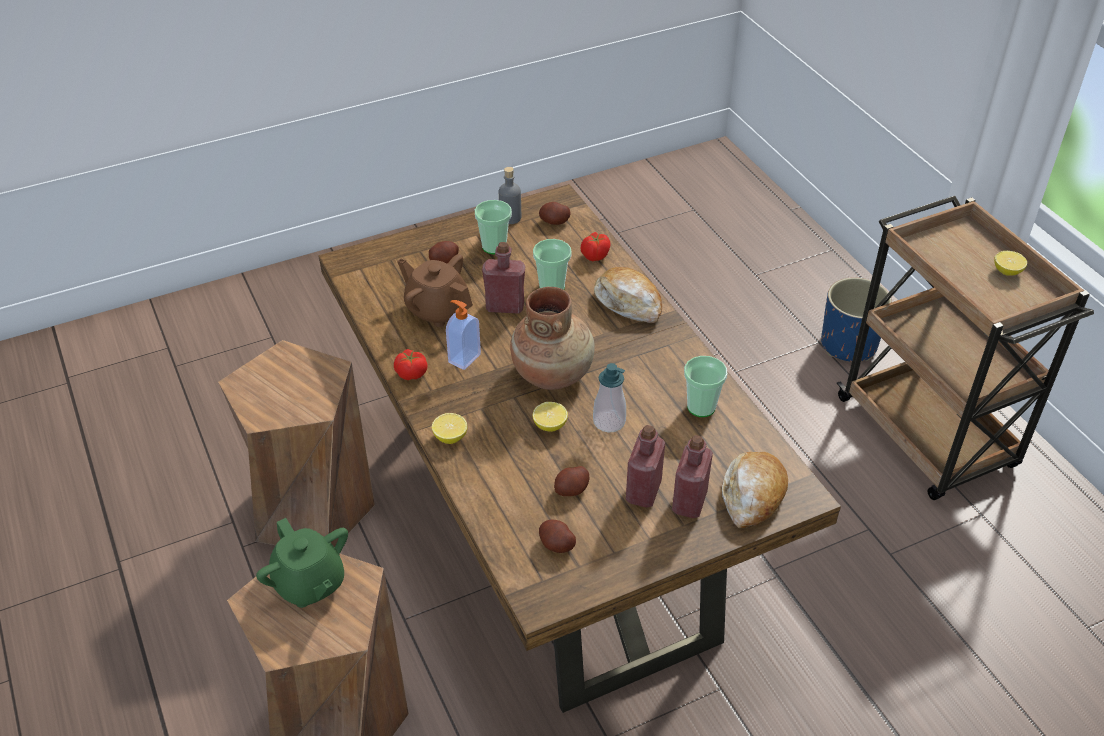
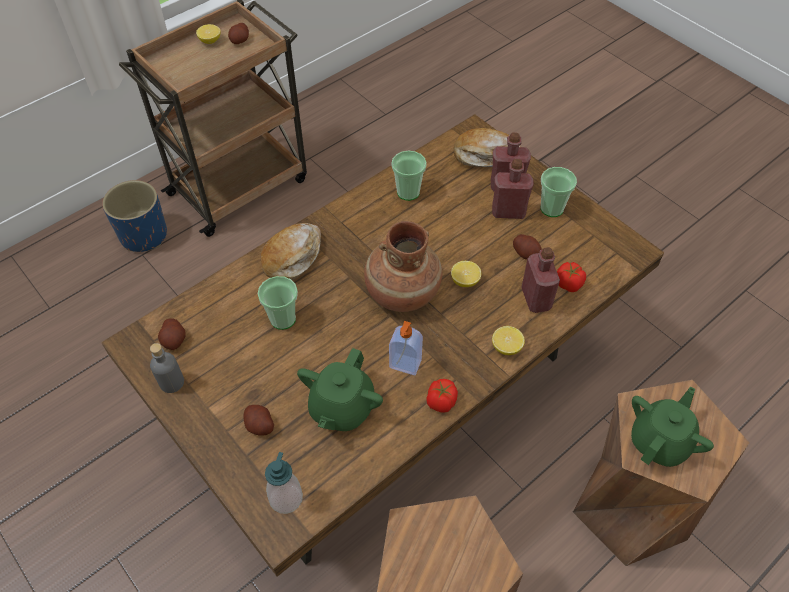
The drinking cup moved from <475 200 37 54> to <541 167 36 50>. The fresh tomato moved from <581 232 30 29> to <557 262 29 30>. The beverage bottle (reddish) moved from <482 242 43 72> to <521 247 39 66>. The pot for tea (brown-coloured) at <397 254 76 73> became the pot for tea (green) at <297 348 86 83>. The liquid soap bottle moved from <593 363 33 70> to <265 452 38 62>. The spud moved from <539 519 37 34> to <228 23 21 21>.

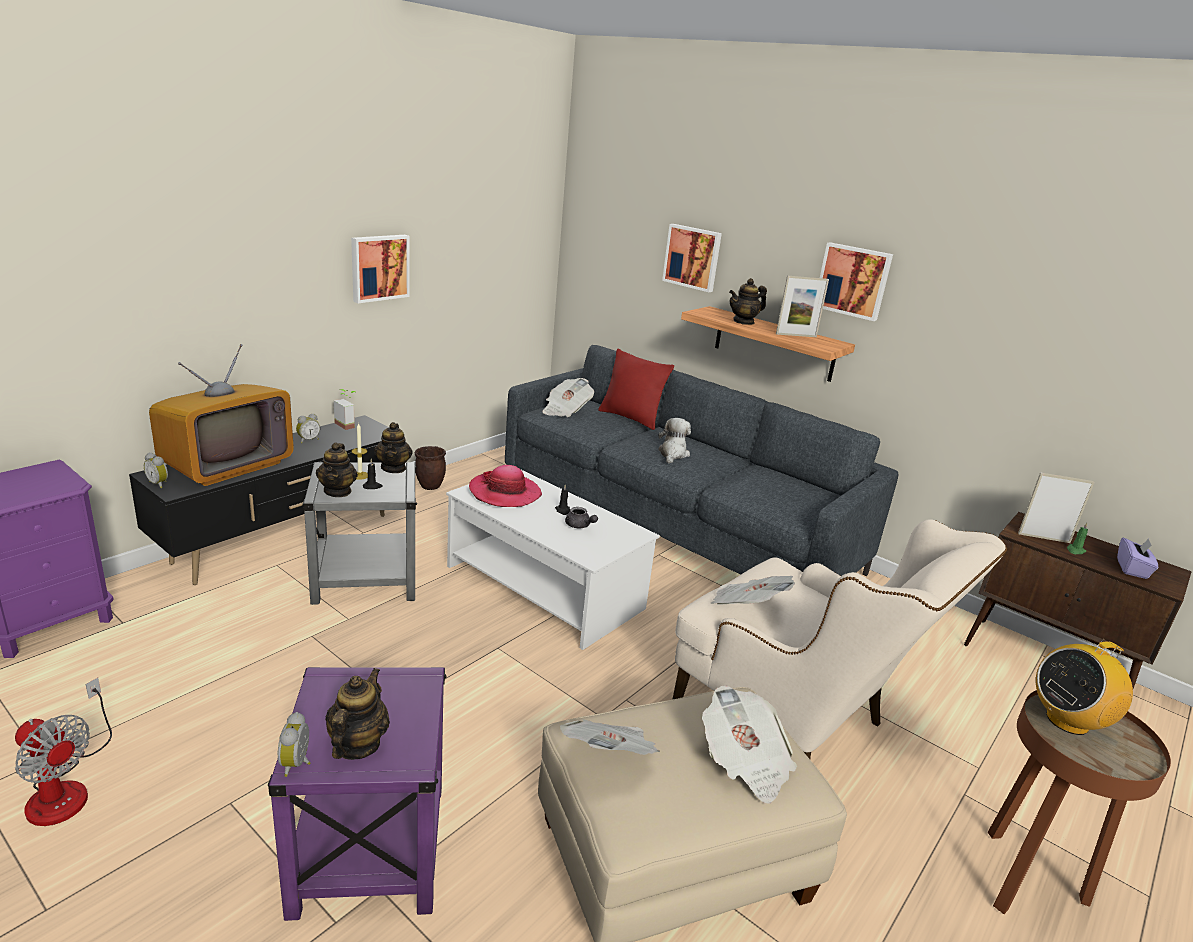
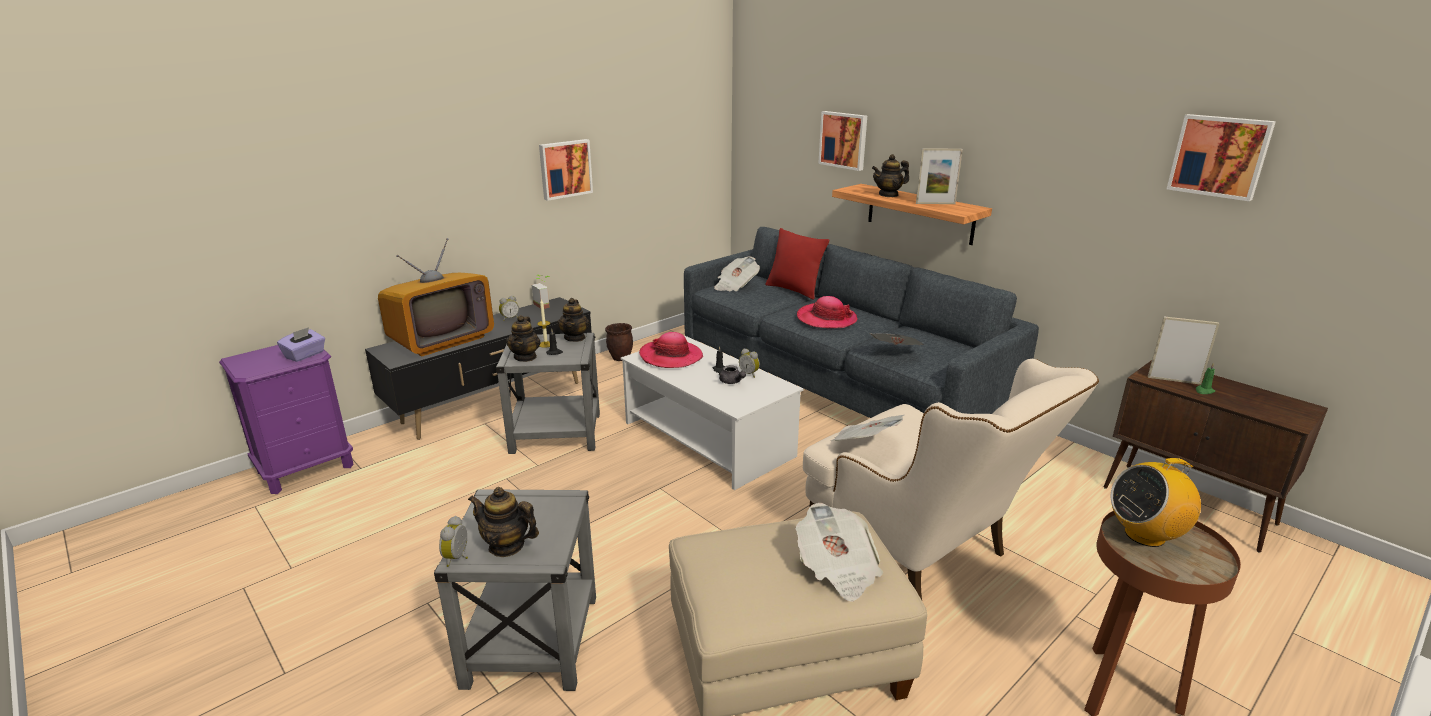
The wall picture moved from <820 242 73 79> to <1167 114 109 87>. The soft toy at <658 418 33 46> was replaced by the wearable hat at <797 296 61 32>. The alarm clock moved from <144 453 24 35> to <739 349 21 29>. The tissue holder (purple) moved from <1117 537 41 42> to <277 327 48 35>. The accent table (purple) at <268 667 179 254> became the accent table (gray) at <434 489 162 202>. The pot for tea at <325 668 65 92> turned 90 degrees counterclockwise. The fan at <15 678 97 148> disappeared. The printed paper moved from <560 719 100 36> to <868 333 56 12>.

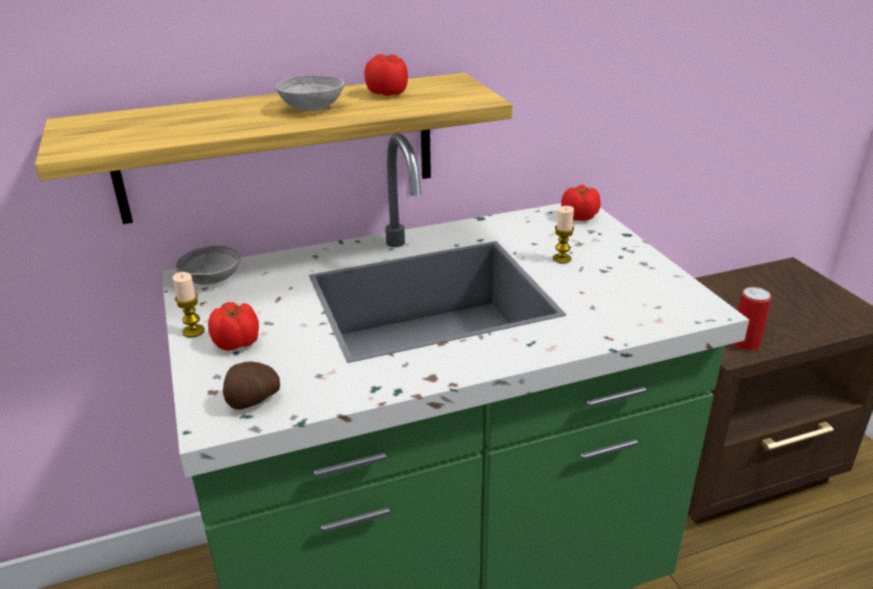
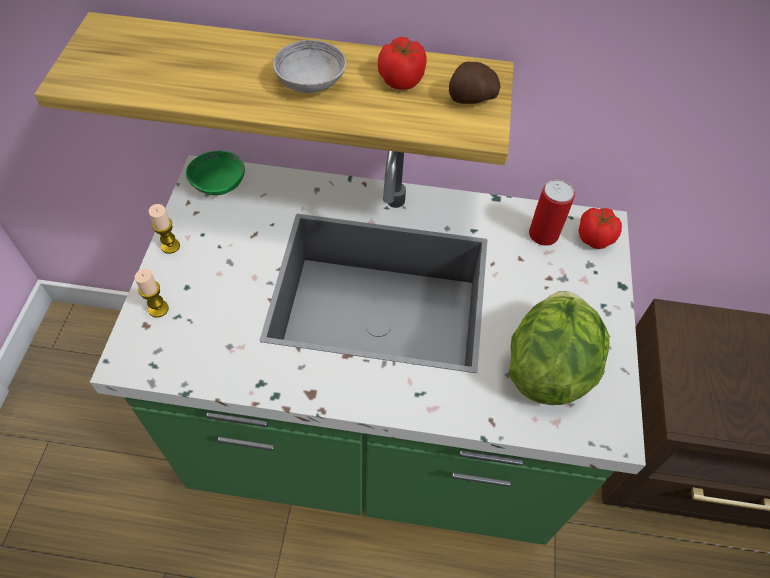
The candle moved from <553 206 21 57> to <134 269 35 49>. The serving bowl (gray) at <175 245 66 40> became the serving bowl (green) at <186 151 59 44>. The sealed can moved from <733 287 38 63> to <529 180 46 66>. The fresh tomato at <208 302 51 49> disappeared. The spud moved from <223 362 57 48> to <449 61 52 43>. The lettuce at <509 291 100 114> appeared.

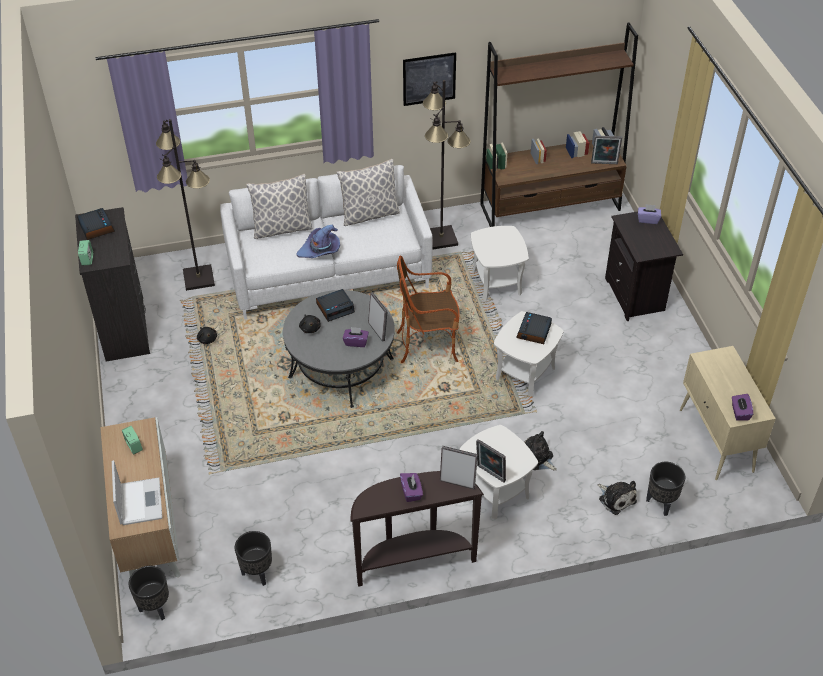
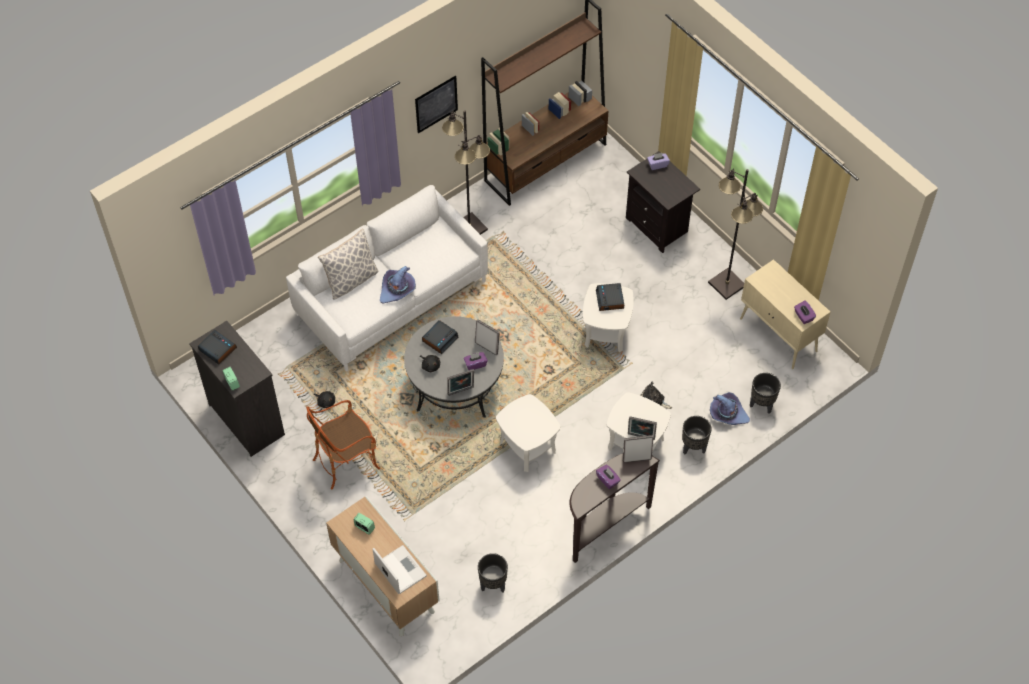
The standing lamp (blackish) moved from <156 119 59 172> to <708 168 55 132>. The standing frame moved from <591 136 31 28> to <447 369 27 27>. The throw pillow at <336 159 64 67> disappeared. The accent table (white-coloured) moved from <471 226 57 75> to <496 394 65 78>. The lounge chair moved from <397 255 63 108> to <306 400 74 90>. The soft toy at <597 481 40 34> was replaced by the wearable hat (purple) at <710 392 40 33>. The plant pot (blackish) moved from <129 566 40 54> to <682 416 30 38>.

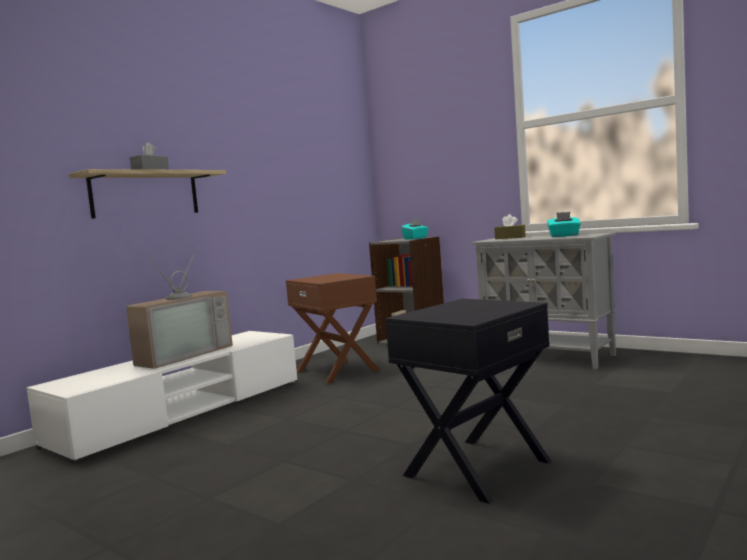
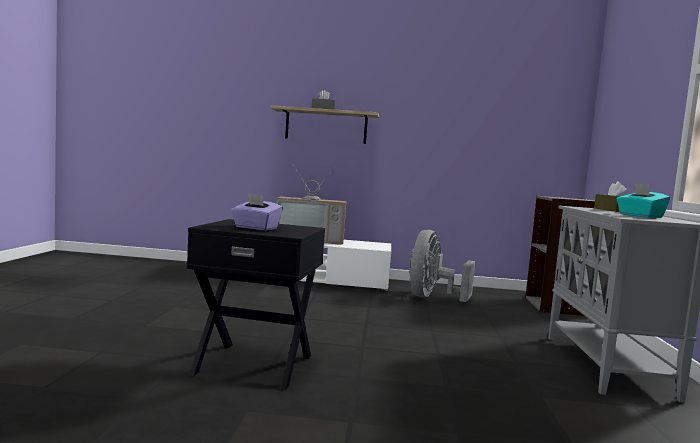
The tissue holder (turquoise-coloured) at <401 219 28 21> disappeared. The accent table (brown-coloured) at <286 273 94 111> was replaced by the fan (gray) at <409 230 66 72>. The tissue holder (purple) at <231 193 52 38> appeared.

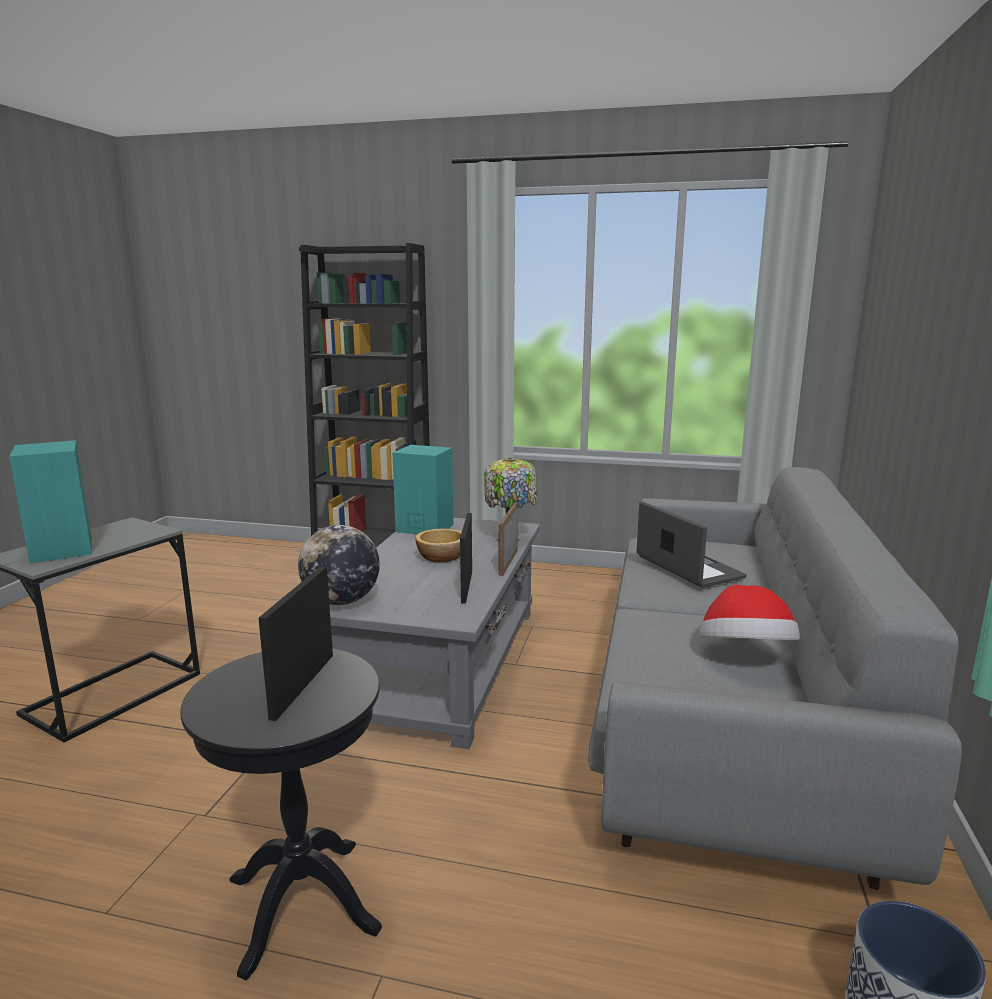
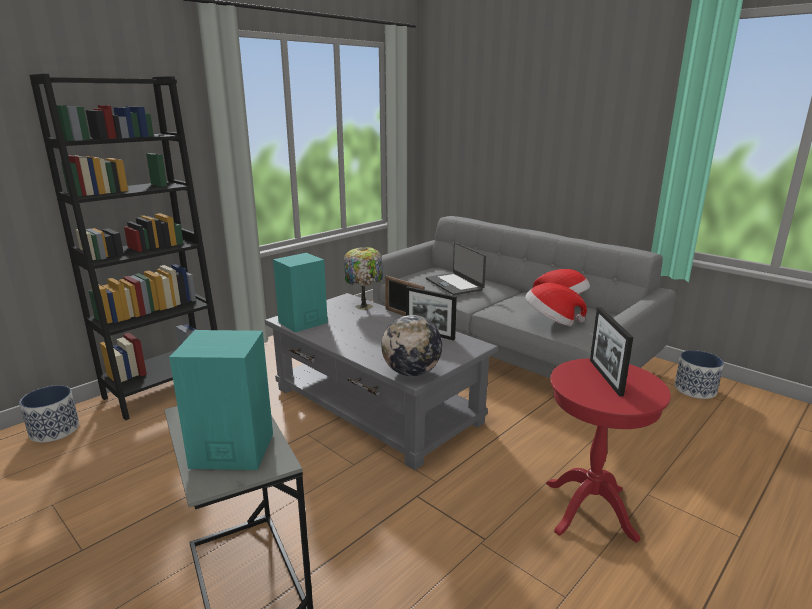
The portable computer at <637 501 110 87> turned 120 degrees counterclockwise. The serving bowl at <415 529 47 33> disappeared. The standing frame at <258 567 75 154> turned 45 degrees clockwise. The accent table (blackish) at <180 648 202 332> became the accent table (reddish) at <546 358 125 185>. The wearable hat at <525 283 62 43> appeared. The plant pot at <19 385 60 57> appeared.

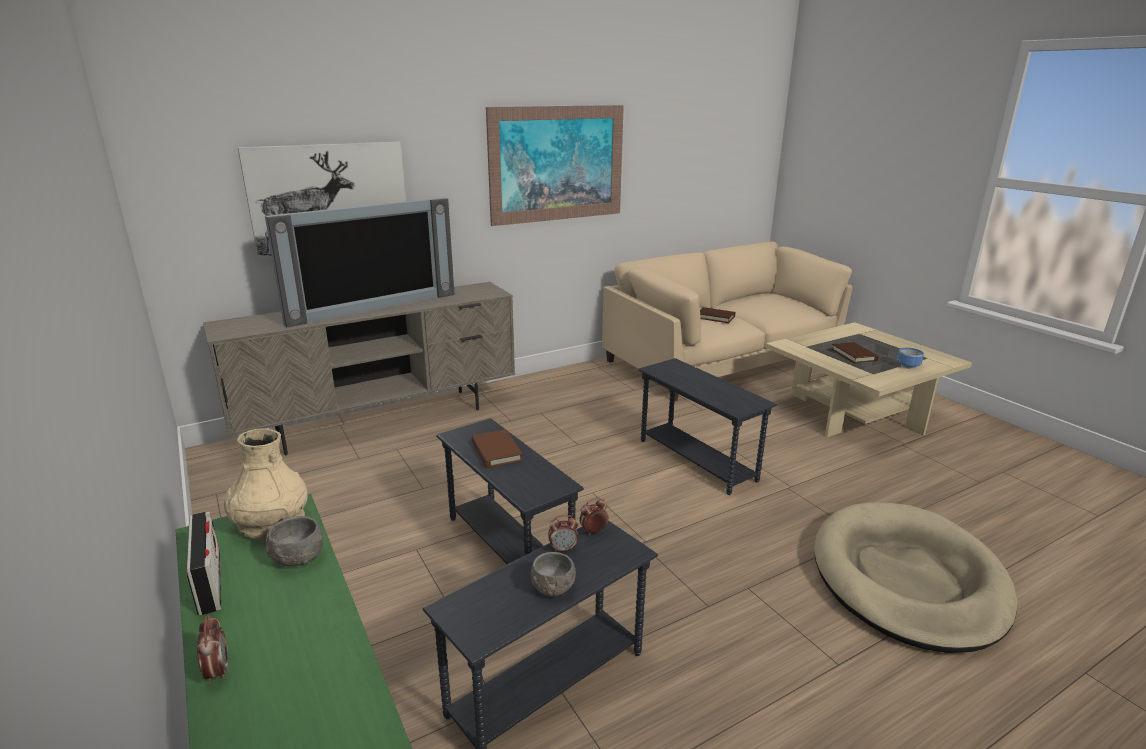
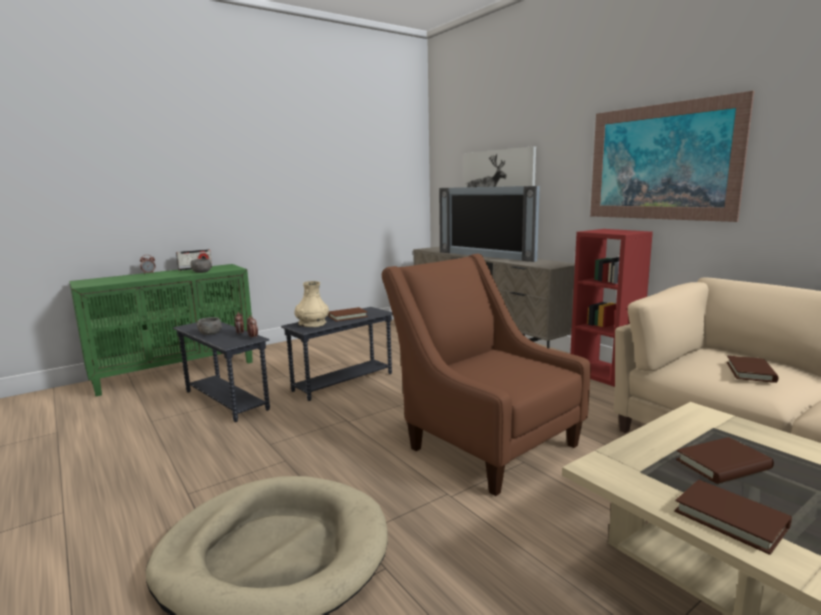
The serving bowl at <897 347 27 22> was replaced by the bound book (brown-coloured) at <674 480 118 75>. The accent table (gray) at <638 358 139 137> was replaced by the lounge chair (brown-coloured) at <381 254 210 242>. The vase (beige-coloured) moved from <224 429 84 110> to <295 281 34 46>. The bookcase (reddish) at <570 229 83 158> appeared.

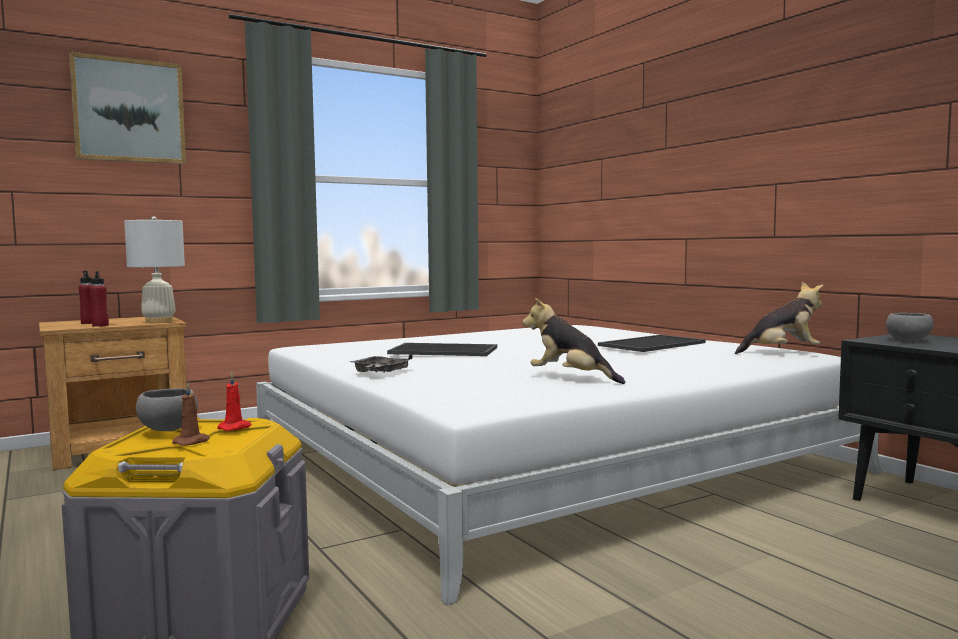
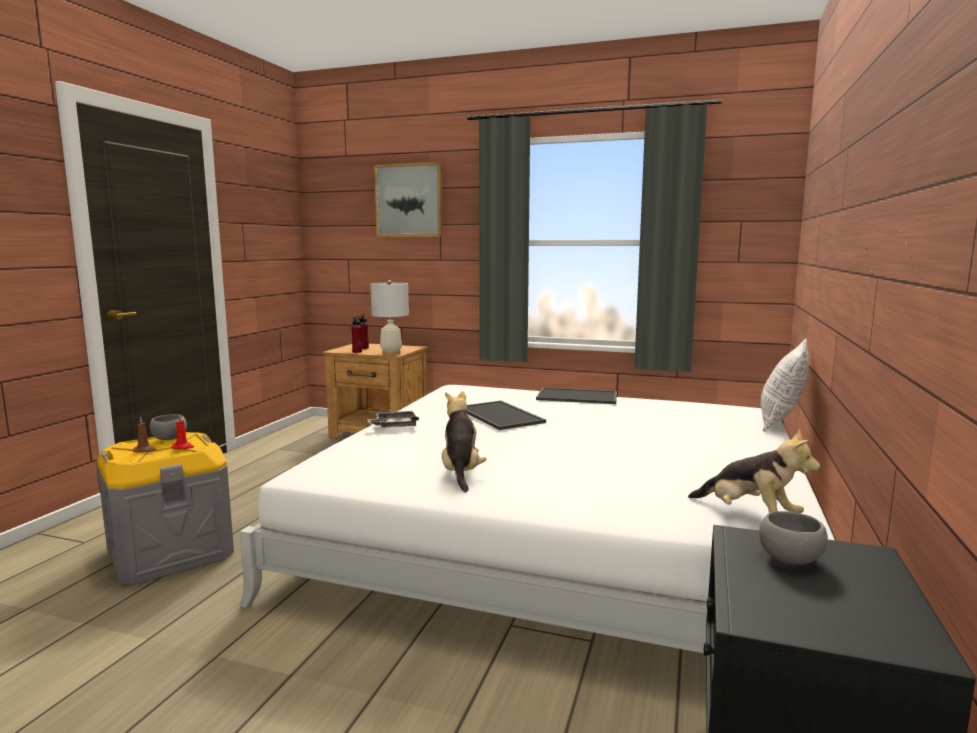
The carrying tray moved from <598 335 108 17> to <536 387 81 17>. The throw pillow at <761 339 48 93> appeared.

